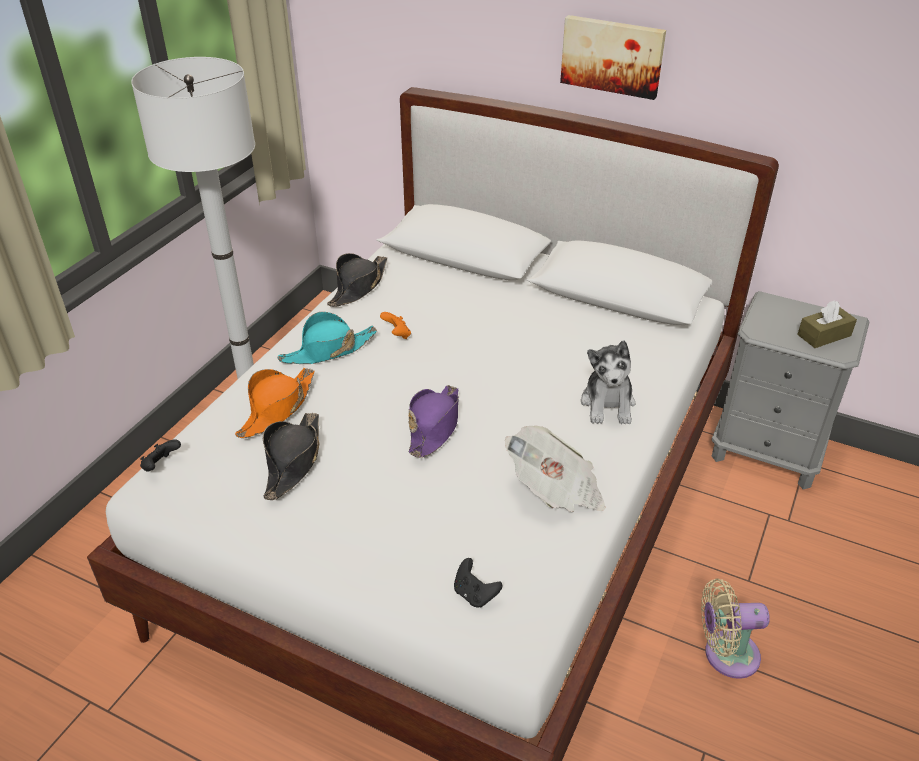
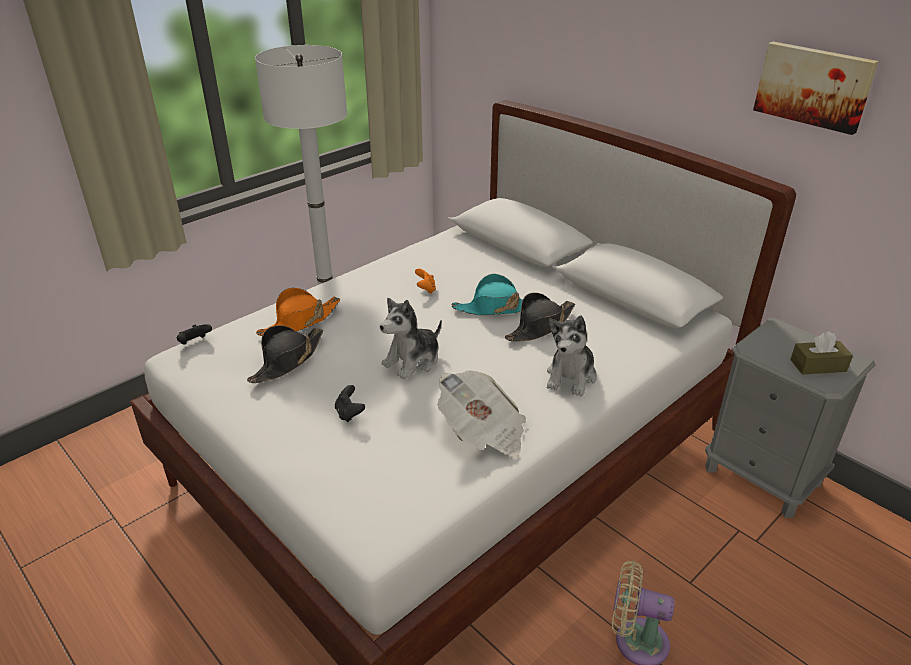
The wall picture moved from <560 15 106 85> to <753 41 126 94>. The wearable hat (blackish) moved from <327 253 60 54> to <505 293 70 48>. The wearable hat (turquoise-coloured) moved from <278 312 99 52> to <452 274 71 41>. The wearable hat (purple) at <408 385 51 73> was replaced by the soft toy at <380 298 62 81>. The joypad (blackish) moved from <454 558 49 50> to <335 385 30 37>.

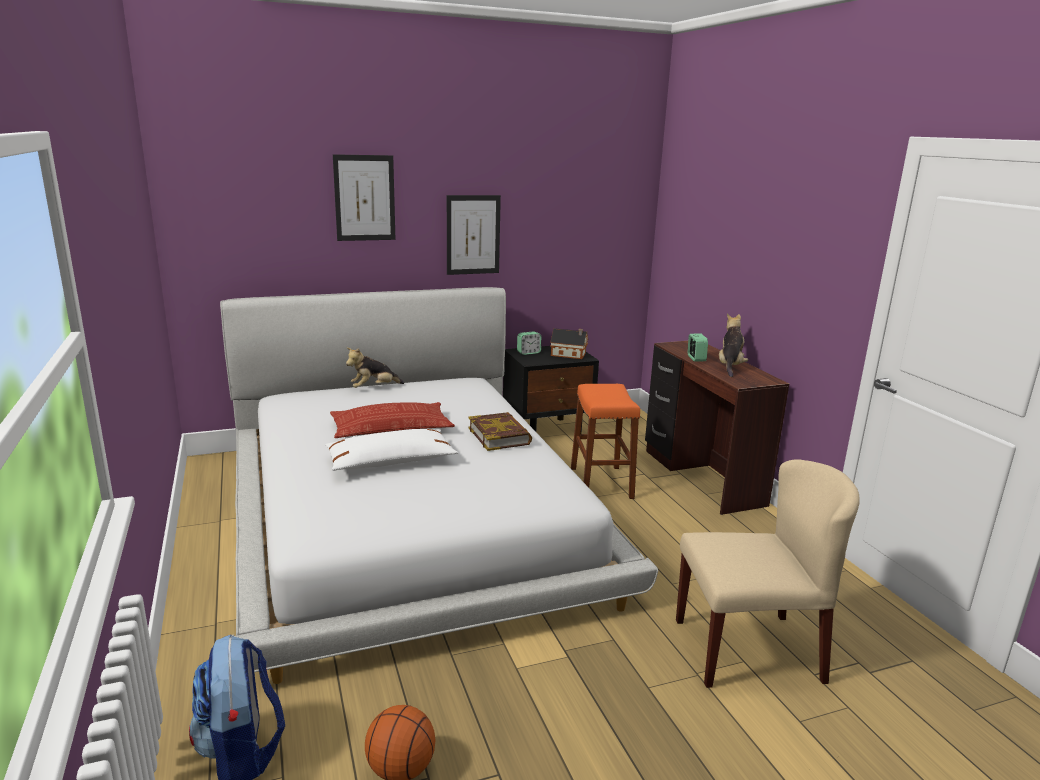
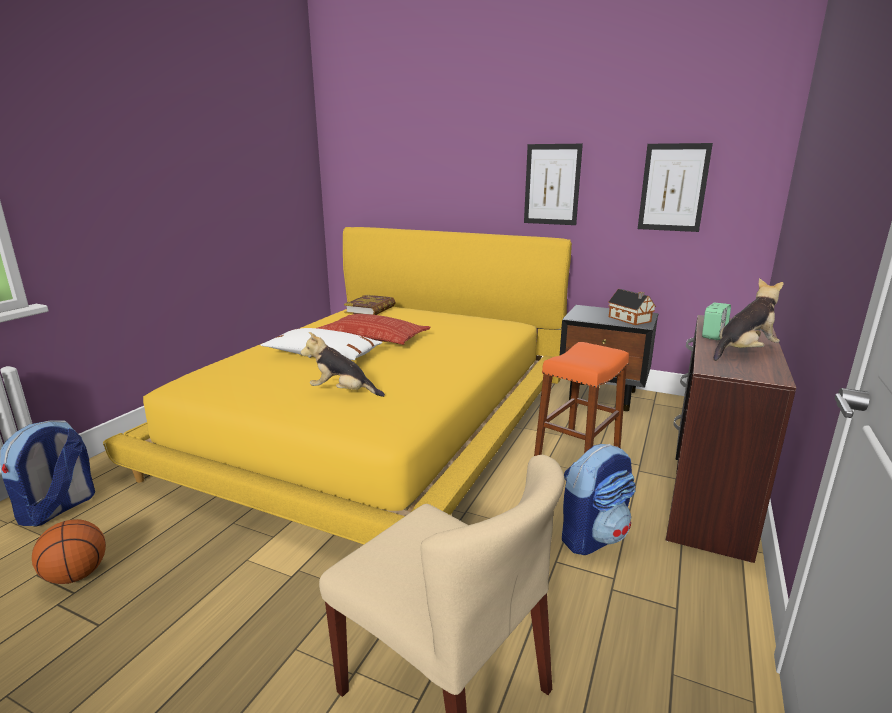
The wall picture moved from <333 154 63 87> to <638 143 75 89>. The sleeping bed (white-coloured) at <220 287 438 397> became the sleeping bed (yellow) at <103 227 469 318>. The alarm clock at <517 331 24 24> disappeared. The soft toy moved from <346 348 58 40> to <301 332 84 65>. The bound book moved from <469 412 63 39> to <344 295 51 20>. The rucksack at <562 444 74 111> appeared.

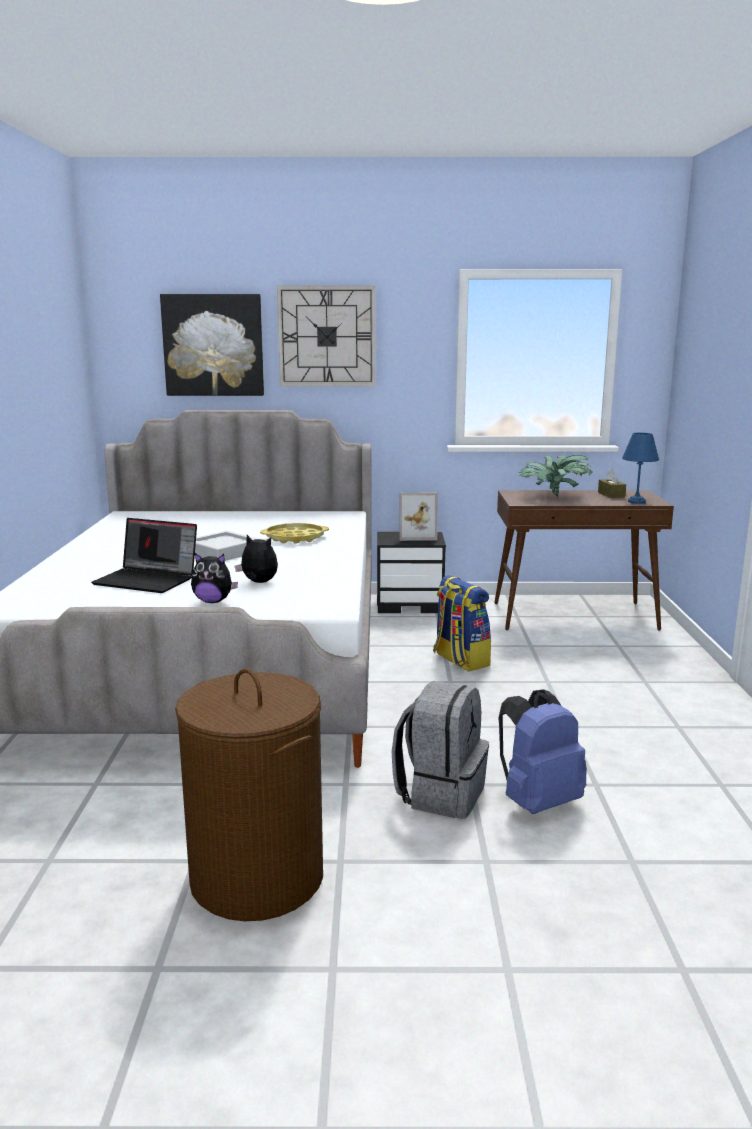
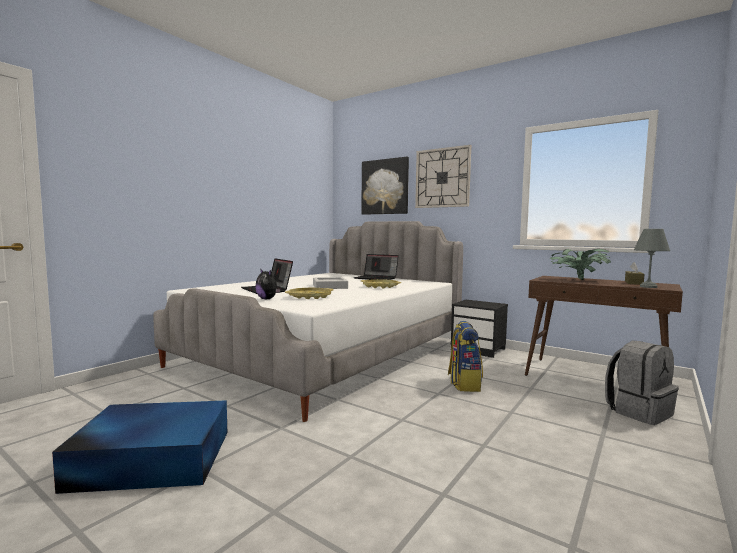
The lamp for a table (blue) at <622 433 37 71> became the lamp for a table (gray) at <634 229 36 59>. The standing frame at <399 492 39 49> disappeared. The soft toy at <235 535 43 48> was replaced by the carrying tray (yellow) at <285 288 49 11>. The hamper (brown-coloured) at <175 668 148 253> was replaced by the storage container (blue) at <52 400 175 94>. The rucksack (gray) moved from <392 681 97 138> to <605 341 74 84>. The rucksack (blue) at <499 689 88 125> disappeared. The portable computer at <354 254 45 26> appeared.

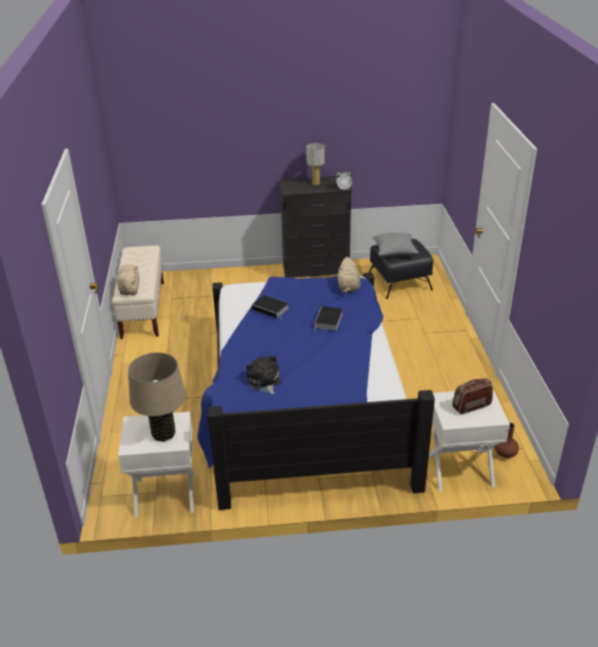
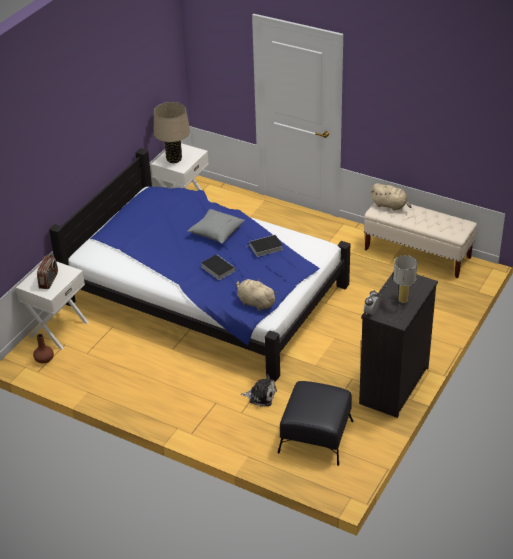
The throw pillow (gray) moved from <372 232 47 24> to <188 209 57 35>. The soft toy moved from <246 355 35 39> to <240 374 37 32>.

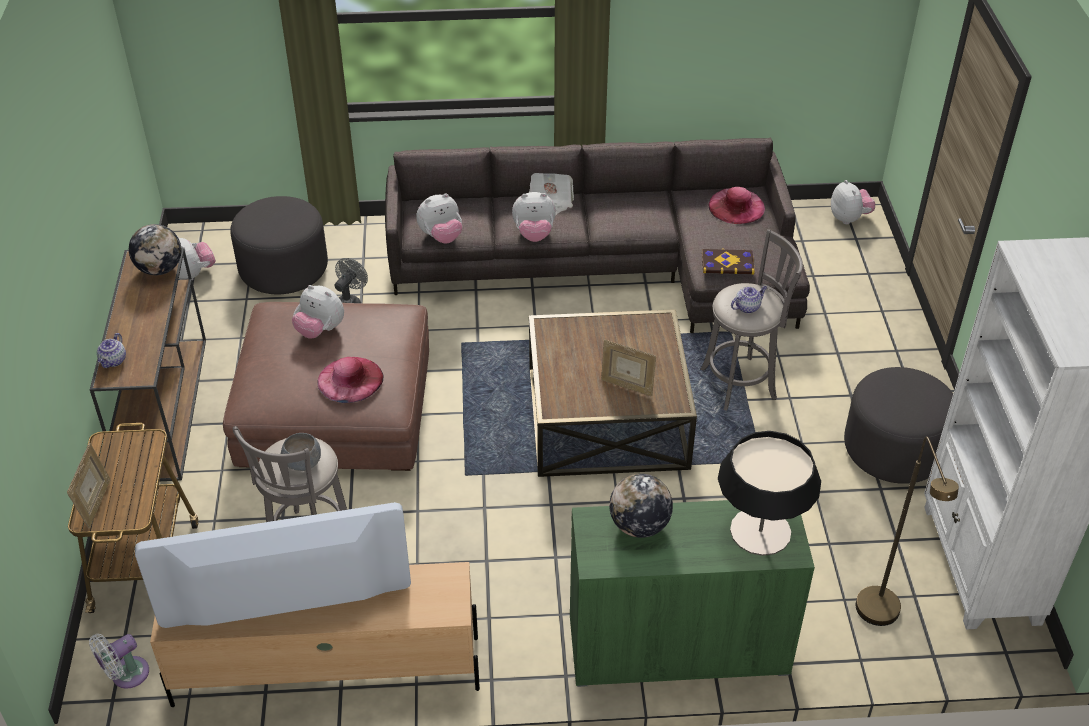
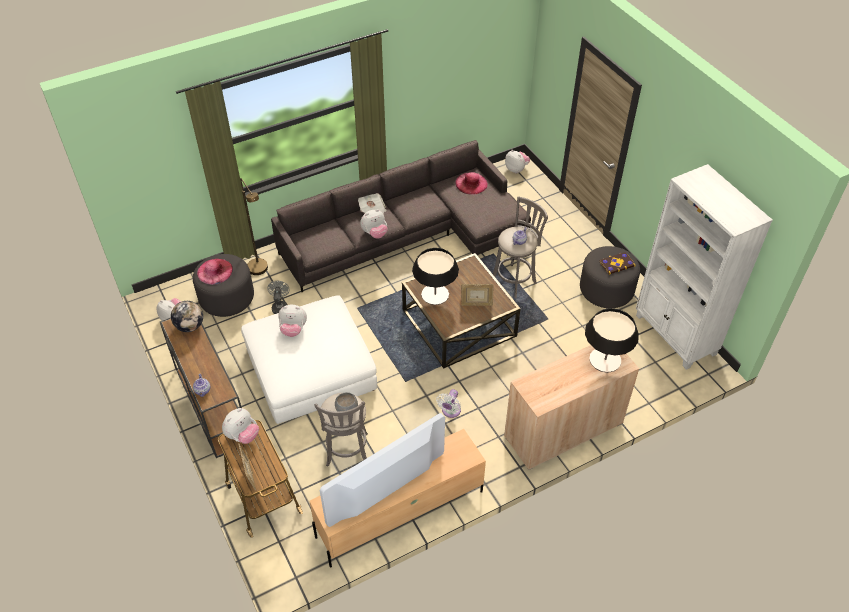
The soft toy moved from <416 193 46 51> to <222 408 37 36>. The bound book moved from <702 248 53 27> to <599 252 37 23>. The ottoman (brown-coloured) at <223 302 206 169> became the ottoman (white-coloured) at <241 295 136 129>. The wearable hat (pink-coloured) moved from <317 357 67 46> to <197 259 36 26>. The standing lamp (brown-coloured) moved from <855 436 104 190> to <240 178 28 97>. The desk globe at <609 474 64 64> disappeared. The storage cabinet (green) at <570 500 245 187> became the storage cabinet (beige-coloured) at <504 345 136 125>. The fan (white-coloured) moved from <89 634 60 55> to <436 389 25 29>. The lamp for a table at <412 248 47 57> appeared.

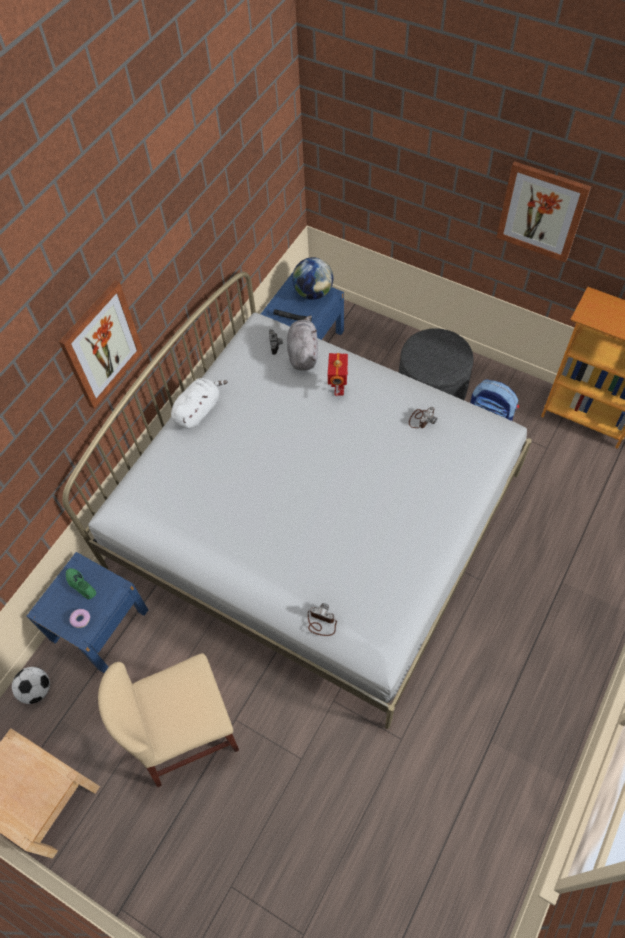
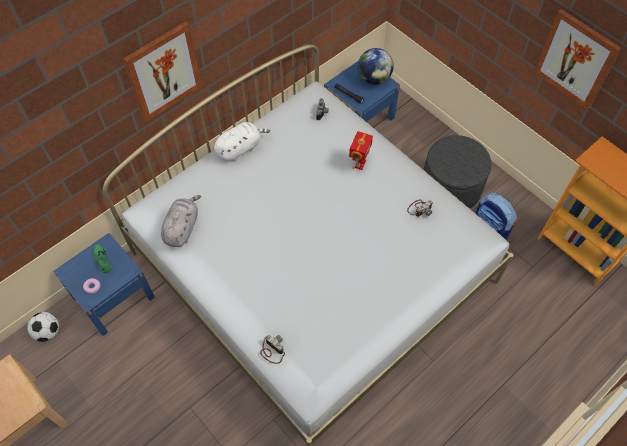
The soft toy (gray) moved from <287 315 31 55> to <161 195 40 52>. The plain chair (beige-coloured) at <98 653 141 134> disappeared.

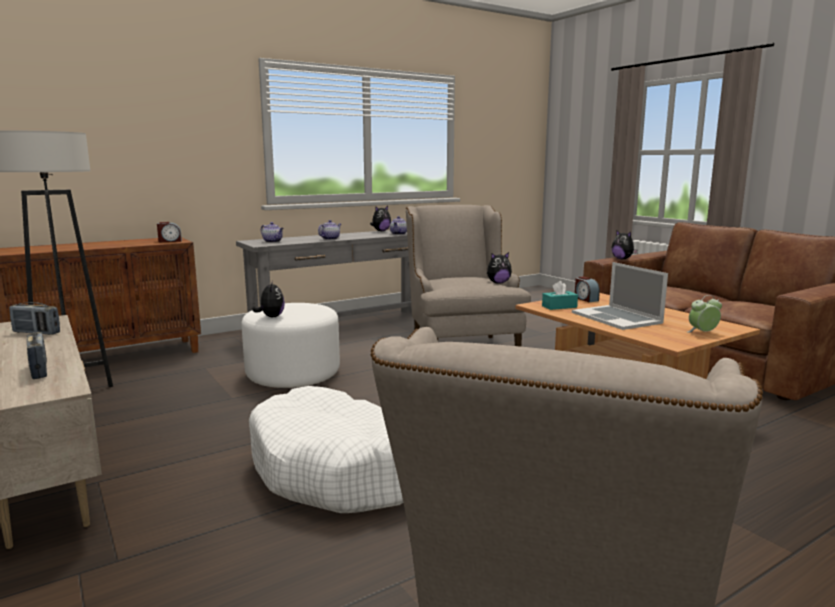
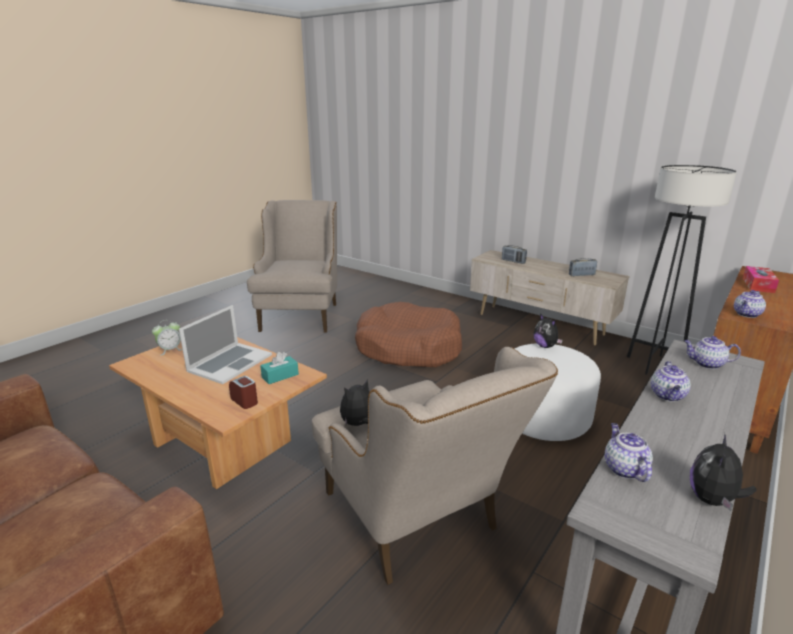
The alarm clock at <157 222 25 20> was replaced by the pot for tea at <734 290 32 28>. The soft toy at <611 230 27 29> disappeared. The portable computer at <572 262 96 68> turned 75 degrees clockwise. The dog bed (white-coloured) at <249 386 154 127> became the dog bed (brown-coloured) at <355 302 107 65>. The tissue holder at <743 266 36 27> appeared.

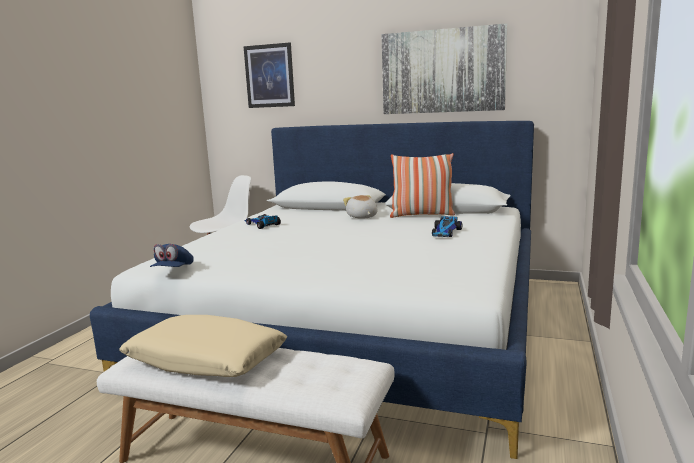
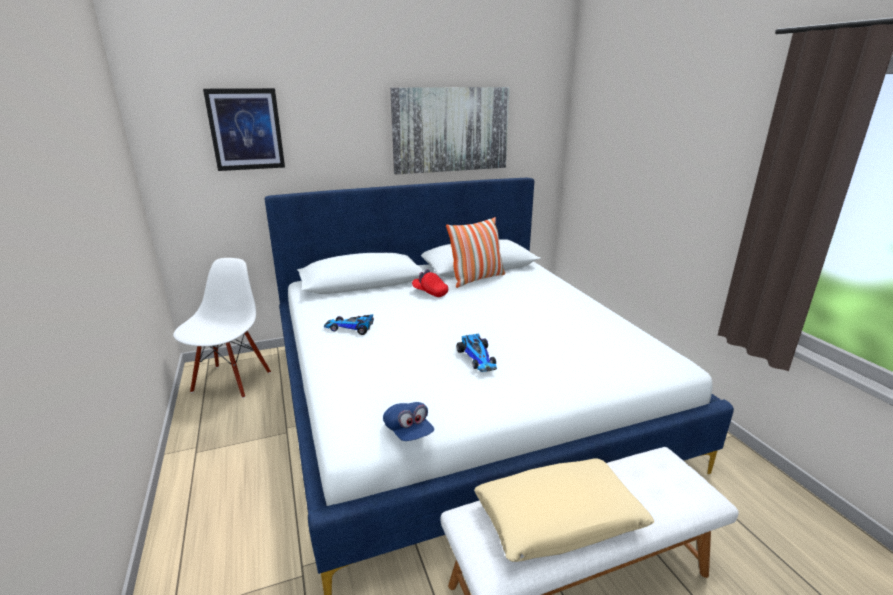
The soft toy at <343 195 34 24> was replaced by the peaked cap (reddish) at <412 269 36 28>. The model car moved from <432 216 30 21> to <457 334 40 38>.

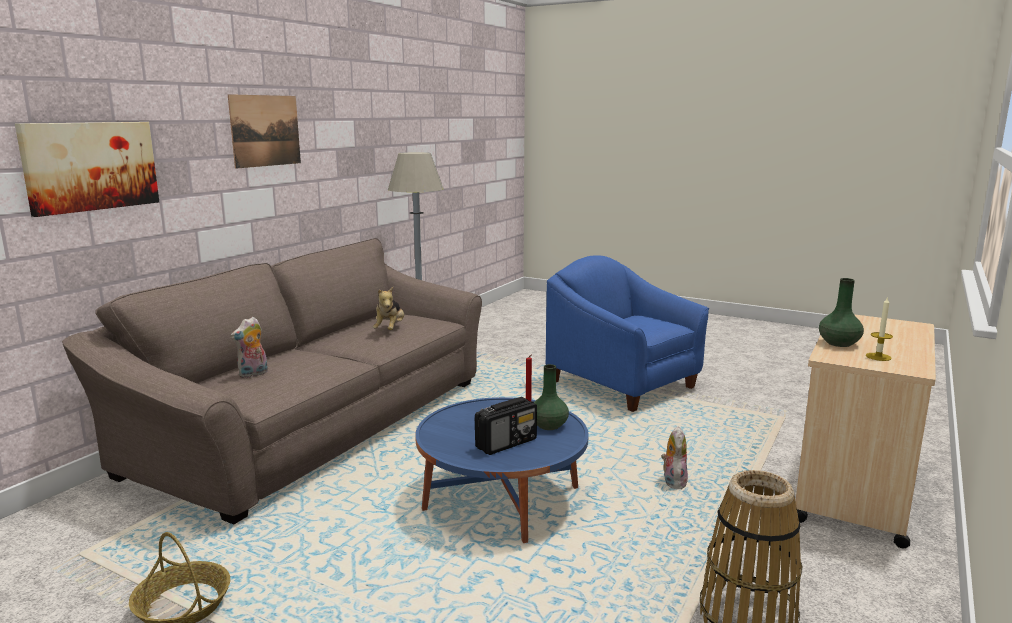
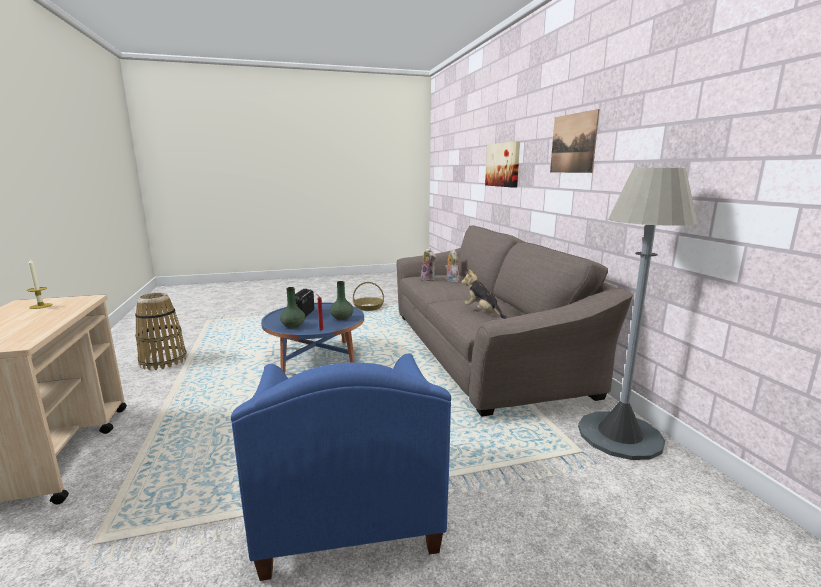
The lounge chair (blue) at <546 255 163 157> turned 75 degrees clockwise. The vase (green) moved from <819 278 45 69> to <330 281 24 39>. The soft toy moved from <661 426 27 64> to <421 248 15 33>.

